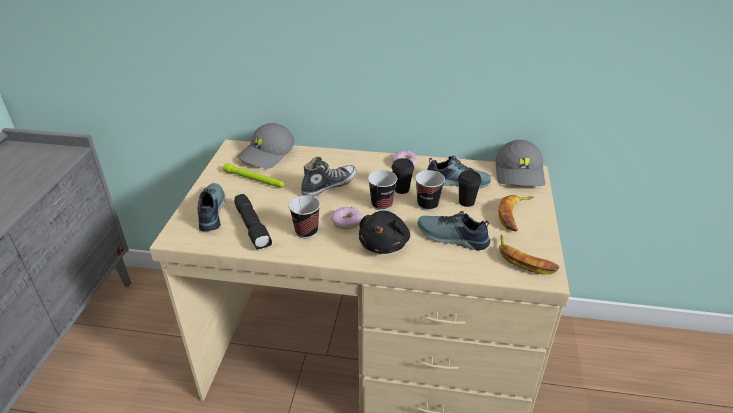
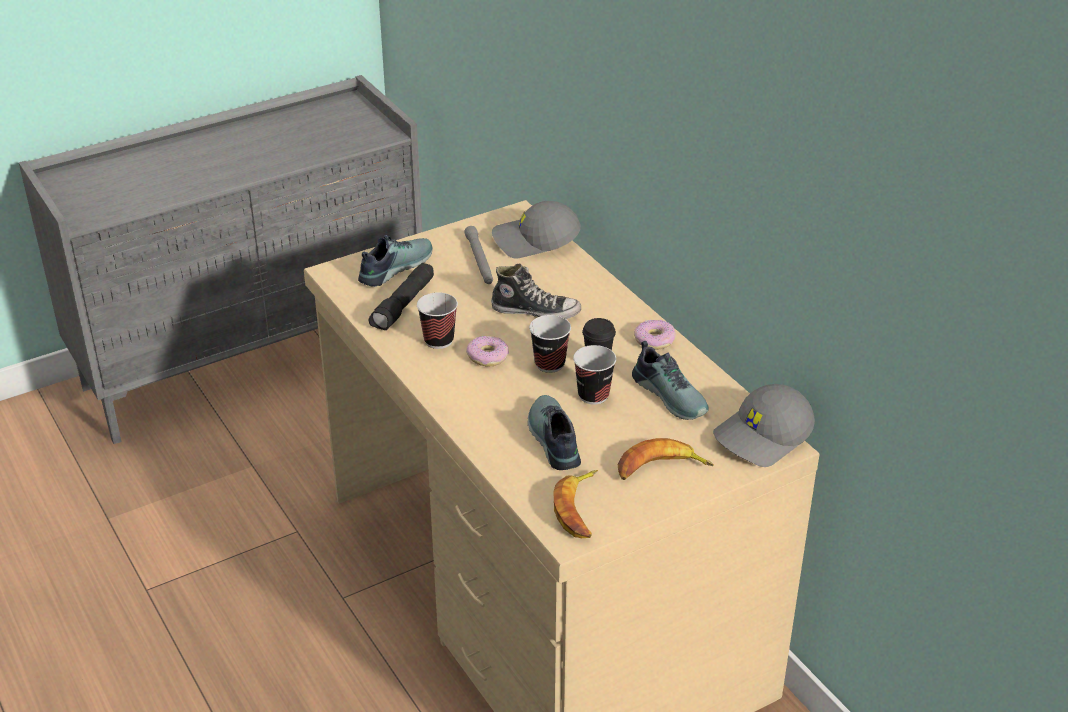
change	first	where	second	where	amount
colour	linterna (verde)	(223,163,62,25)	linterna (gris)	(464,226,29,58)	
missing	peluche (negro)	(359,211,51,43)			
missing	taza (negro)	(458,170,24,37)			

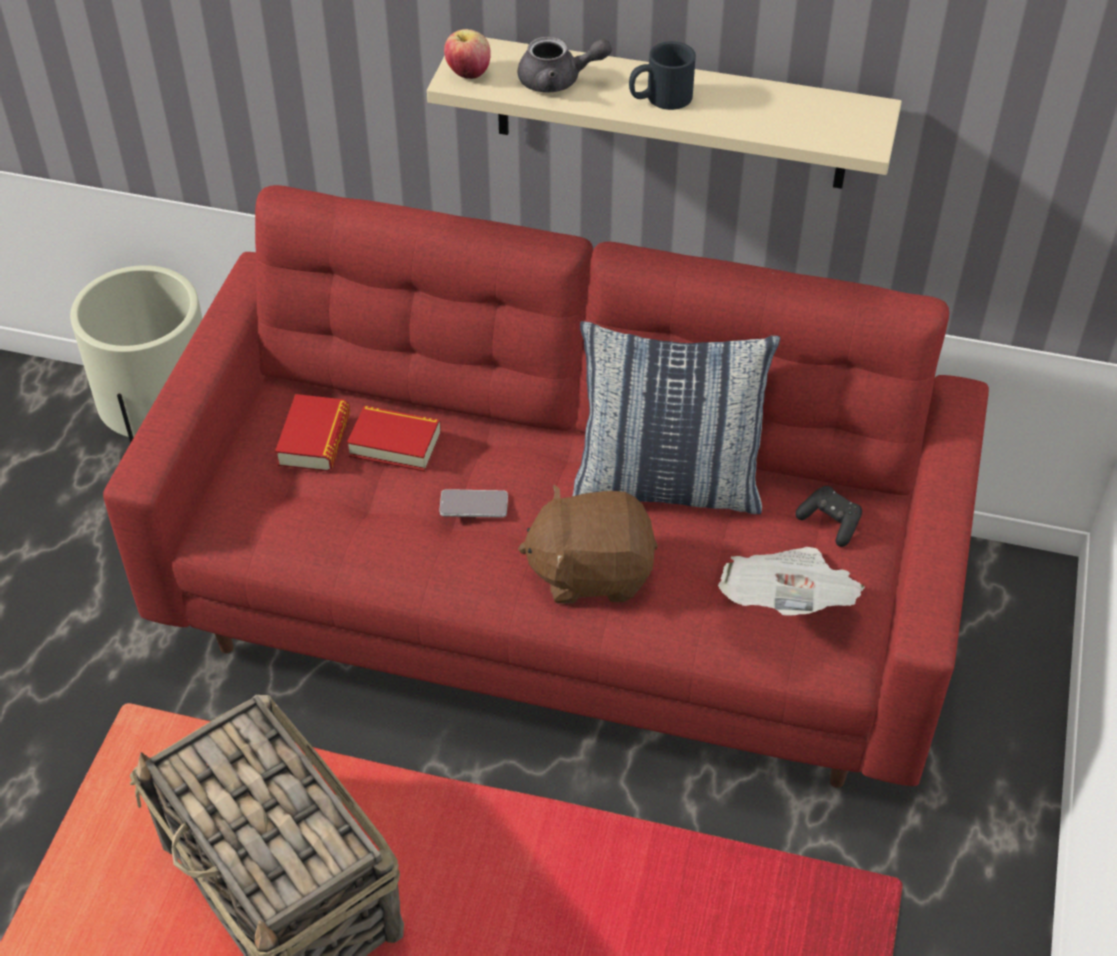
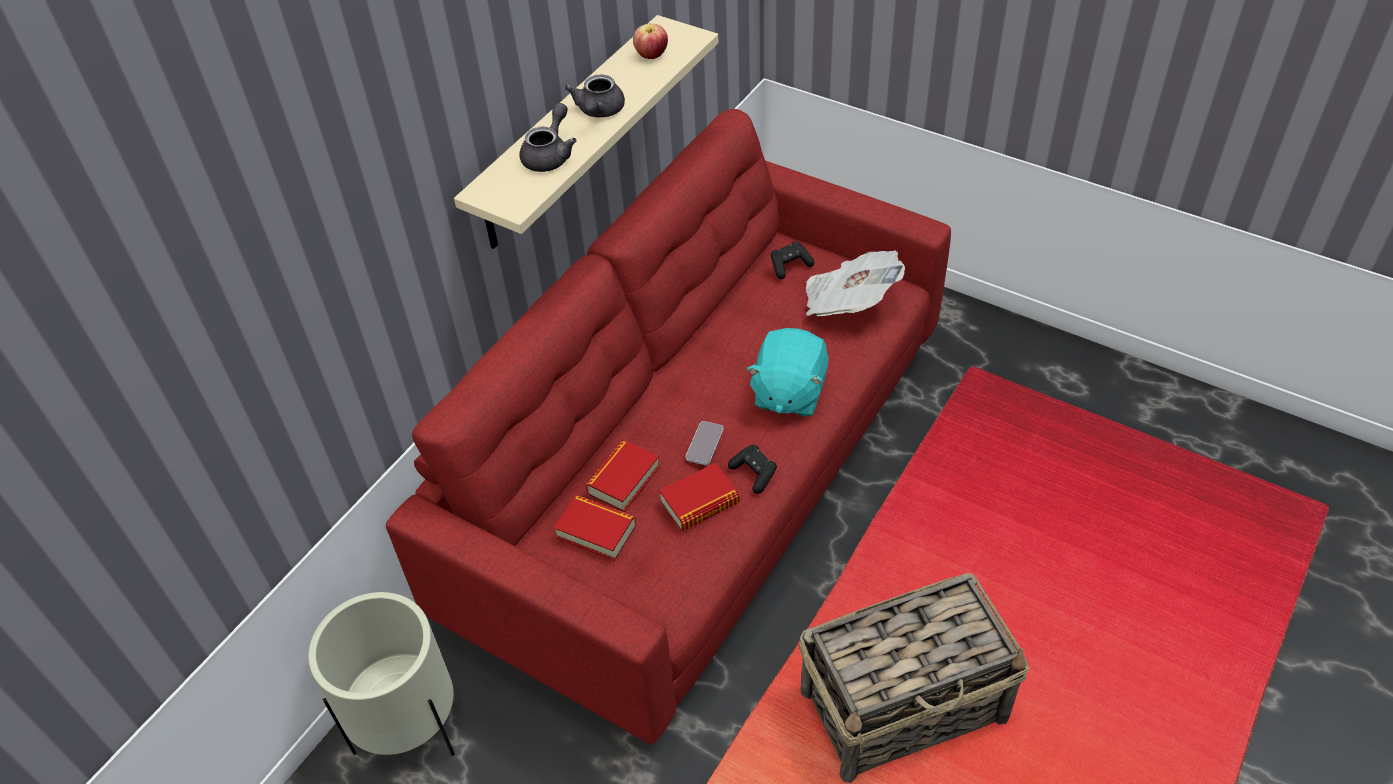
change	first	where	second	where	amount
exchanged	taza grande (negro)	(629,41,67,69)	tetera (gris)	(565,75,60,43)	
relocated	manzana	(444,29,47,50)		(633,23,35,36)	
appeared			libro	(659,463,80,68)	
appeared			mando de consola (negro)	(728,445,49,49)	
colour	peluche (marrón)	(518,484,140,119)	peluche (turquesa)	(746,328,83,89)	
missing	cojín	(573,321,207,193)			

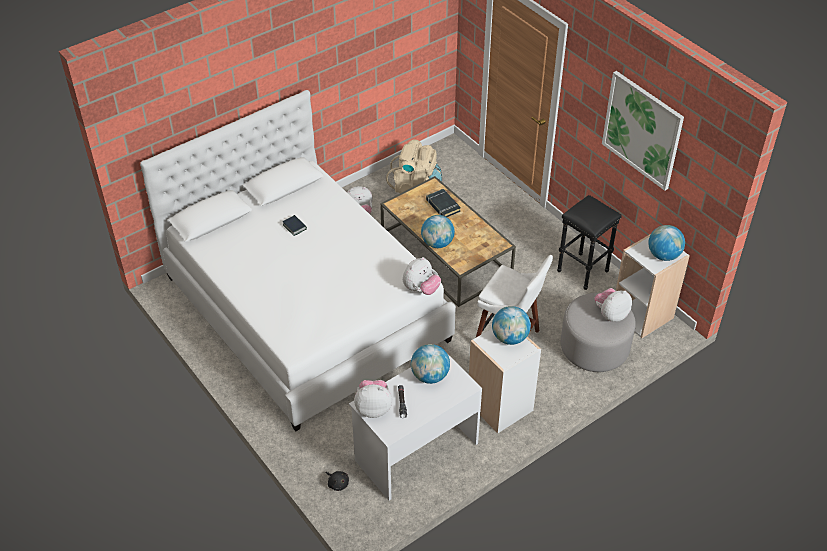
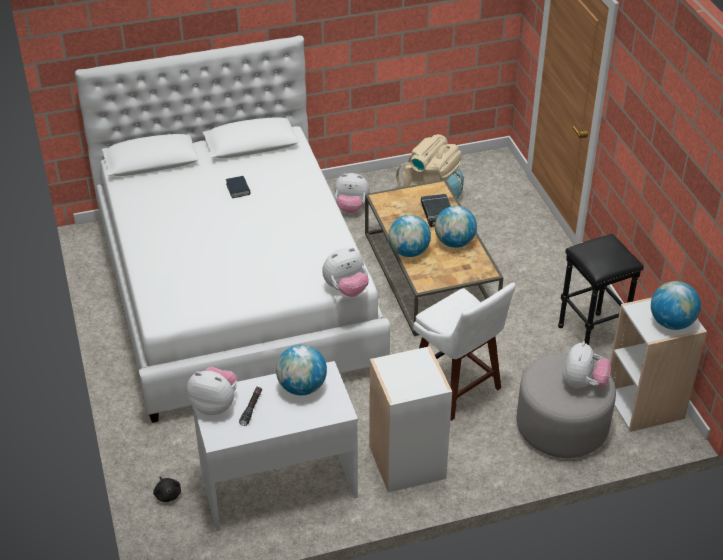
change	first	where	second	where	amount
relocated	globo terráqueo	(492,306,39,39)		(435,206,42,42)	
spun	peluche	(594,288,38,34)		(562,341,49,48)	120 degrees clockwise
missing	cuadro	(602,71,82,120)			

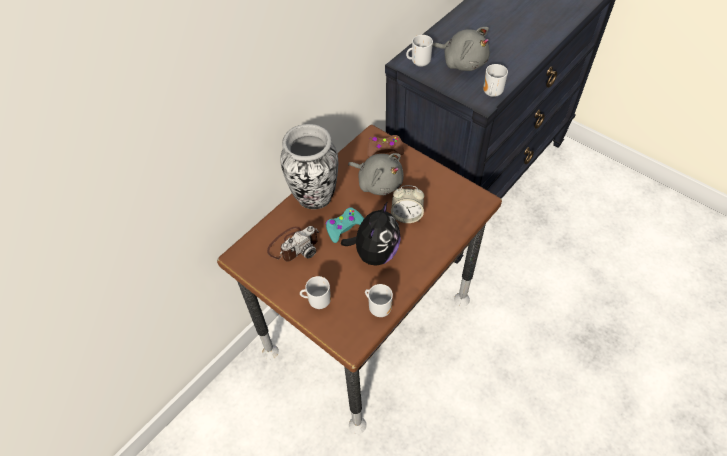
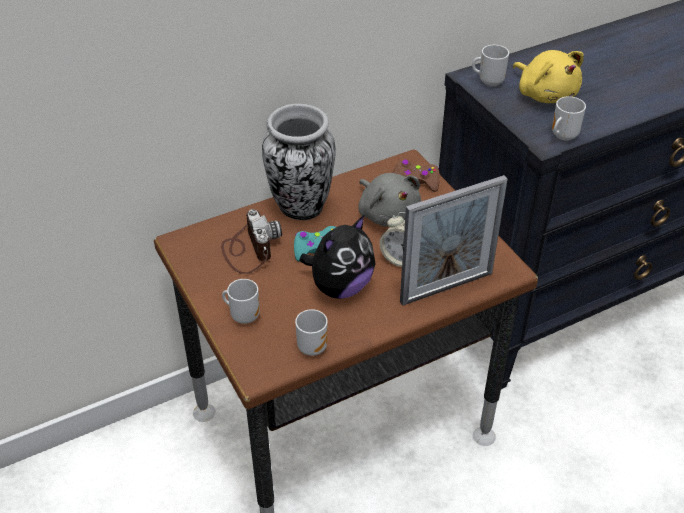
change	first	where	second	where	amount
spun	cámara	(267,226,52,35)		(221,209,61,65)	90 degrees counterclockwise
appeared			portarretratos	(400,175,107,131)	
colour	peluche (gris)	(432,27,58,44)	peluche (amarillo)	(513,50,71,53)	

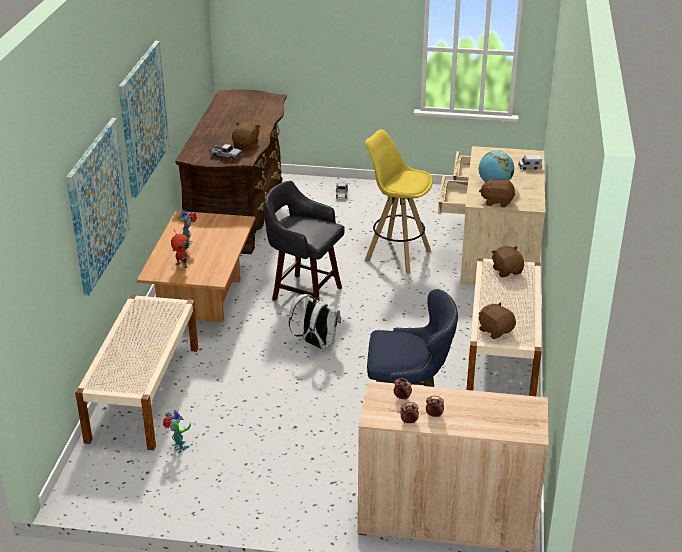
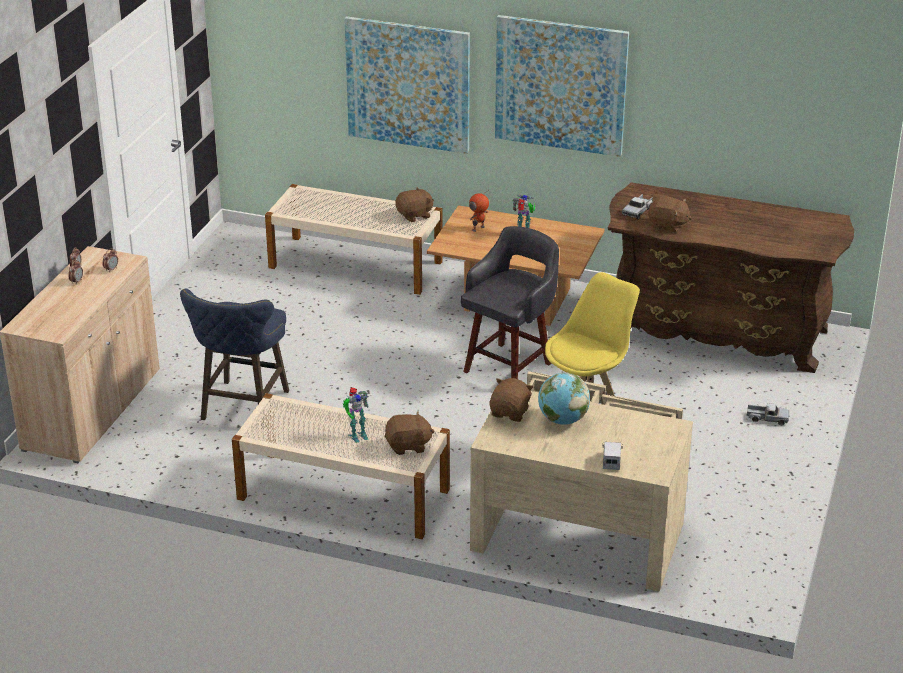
change	first	where	second	where	amount
relocated	robot de juguete	(163,410,28,43)		(343,387,26,56)	
relocated	peluche (marrón)	(478,302,38,37)		(395,187,39,35)	
missing	mochila (blanco)	(289,294,52,56)			

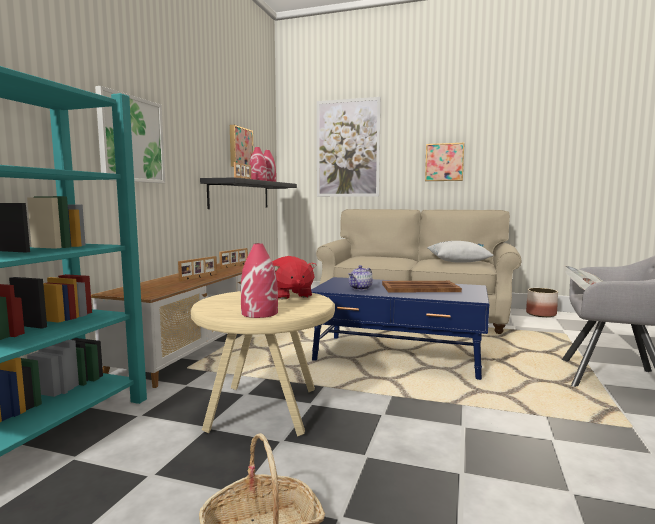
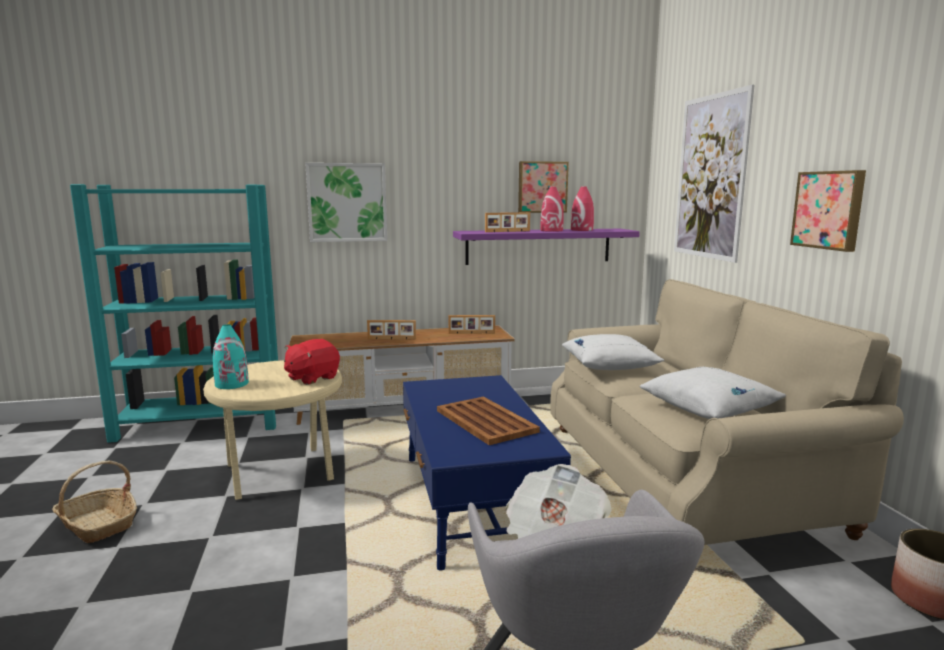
change	first	where	second	where	amount
colour	florero (rojo)	(241,243,37,75)	florero (turquesa)	(213,324,36,65)	
colour	estante (negro)	(200,177,97,32)	estante (morado)	(453,229,187,36)	
appeared			cojín (gris)	(562,334,102,36)	
missing	tetera	(349,265,24,25)			

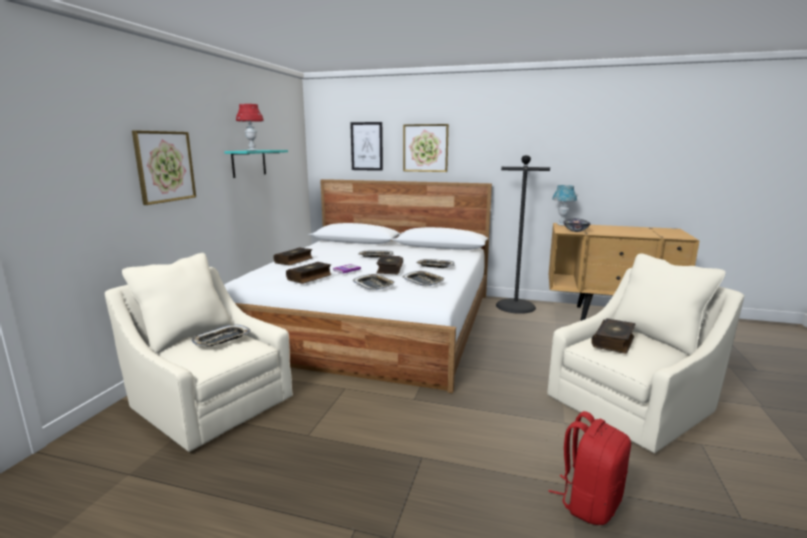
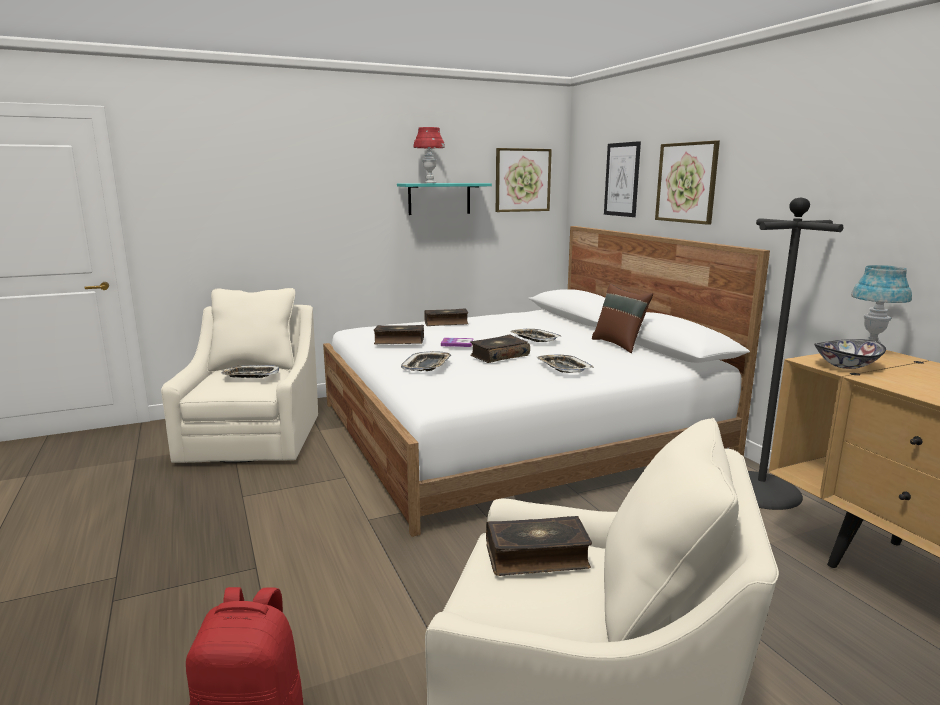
change	first	where	second	where	amount
relocated	cuadro	(132,130,64,75)		(496,148,56,64)	
appeared			cojín (marrón)	(592,284,61,69)	
missing	bandeja	(403,271,42,15)			

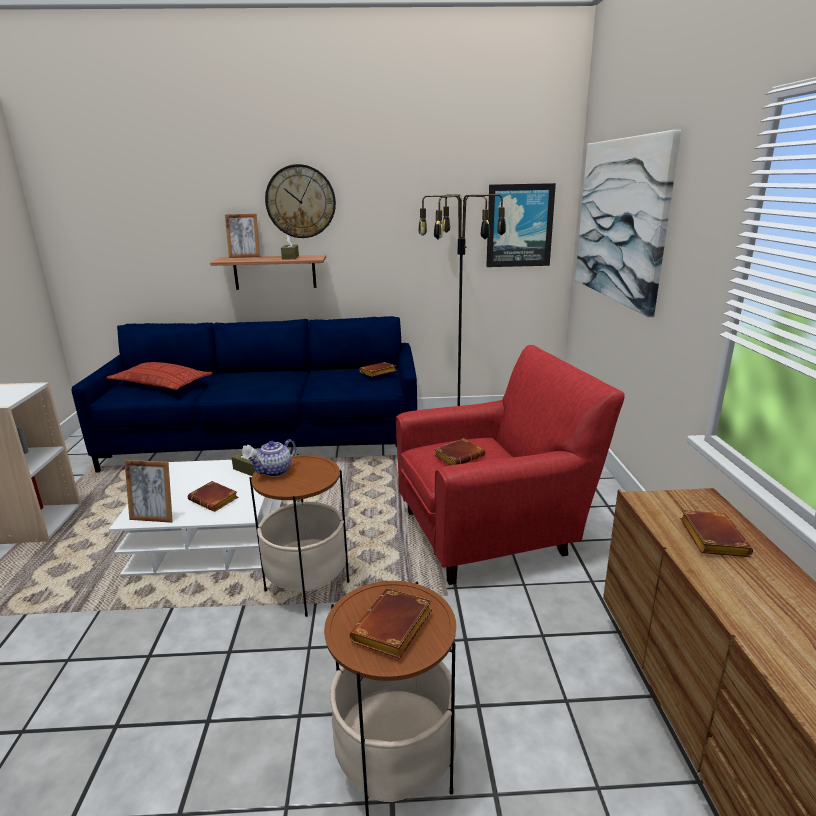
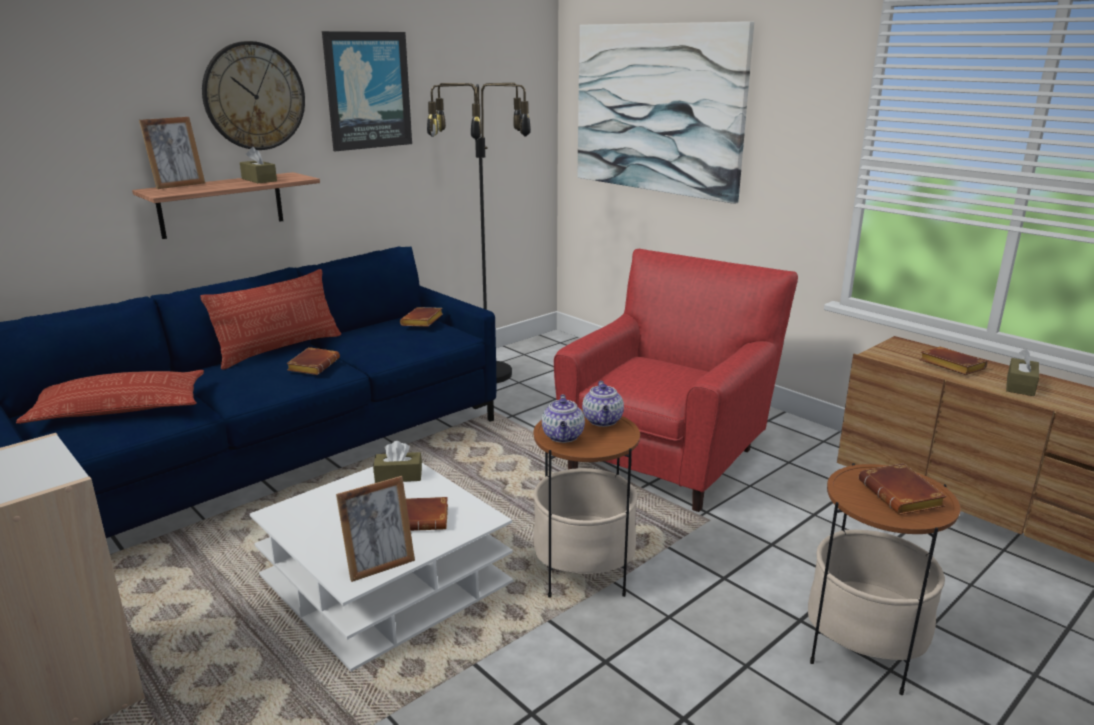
change	first	where	second	where	amount
appeared			cojín	(200,269,141,101)	
relocated	libro (marrón)	(434,438,51,27)		(286,347,54,28)	
relocated	cuadro	(486,183,70,84)		(322,31,90,120)	
appeared			tetera	(582,381,42,46)	
appeared			caja de pañuelos (marrón)	(1006,348,33,48)	

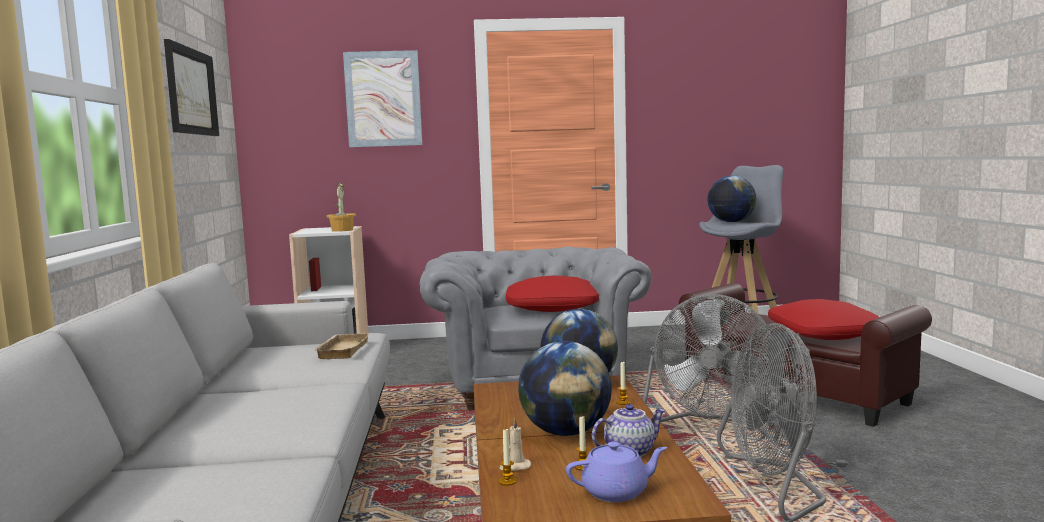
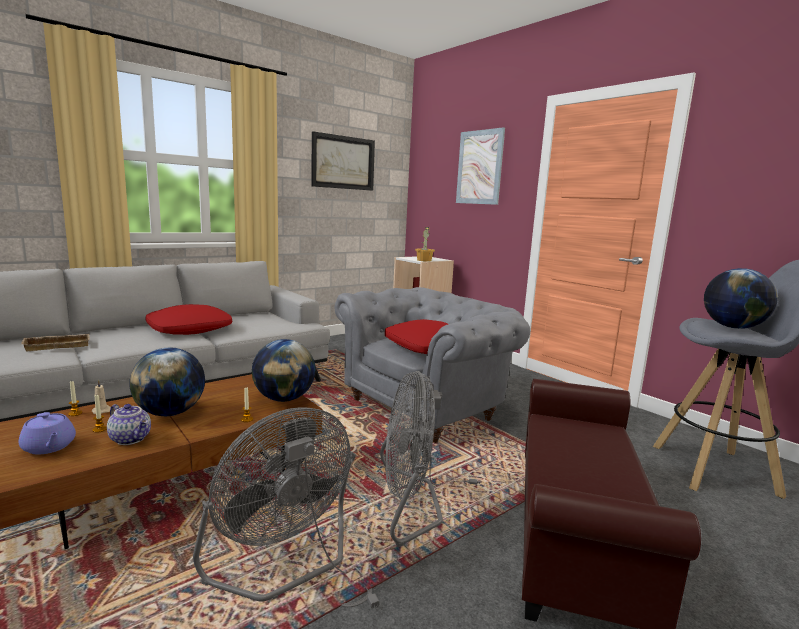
change	first	where	second	where	amount
relocated	bandeja (beis)	(313,333,56,26)		(21,334,69,17)	
relocated	cojín (rojo)	(768,299,111,41)		(145,304,87,31)	

